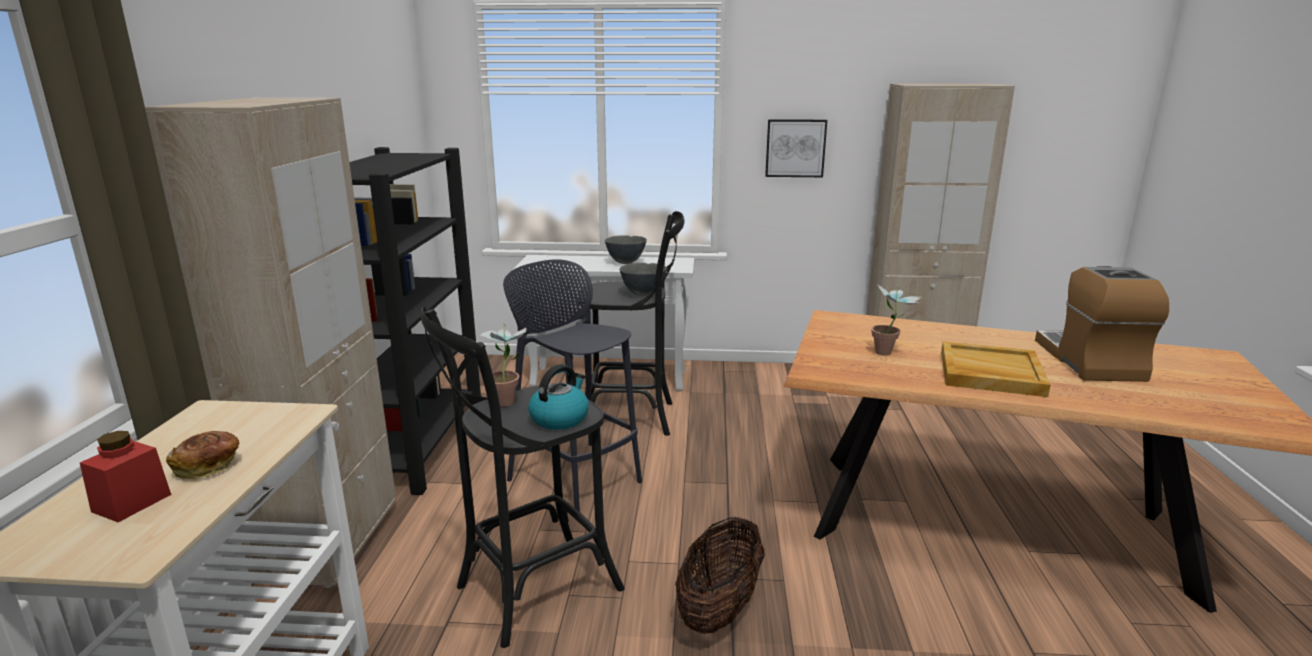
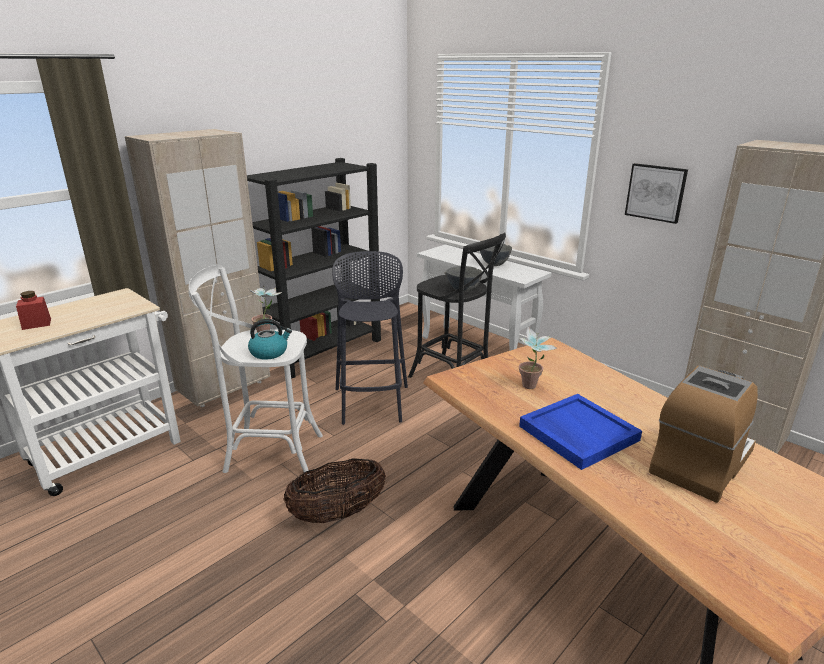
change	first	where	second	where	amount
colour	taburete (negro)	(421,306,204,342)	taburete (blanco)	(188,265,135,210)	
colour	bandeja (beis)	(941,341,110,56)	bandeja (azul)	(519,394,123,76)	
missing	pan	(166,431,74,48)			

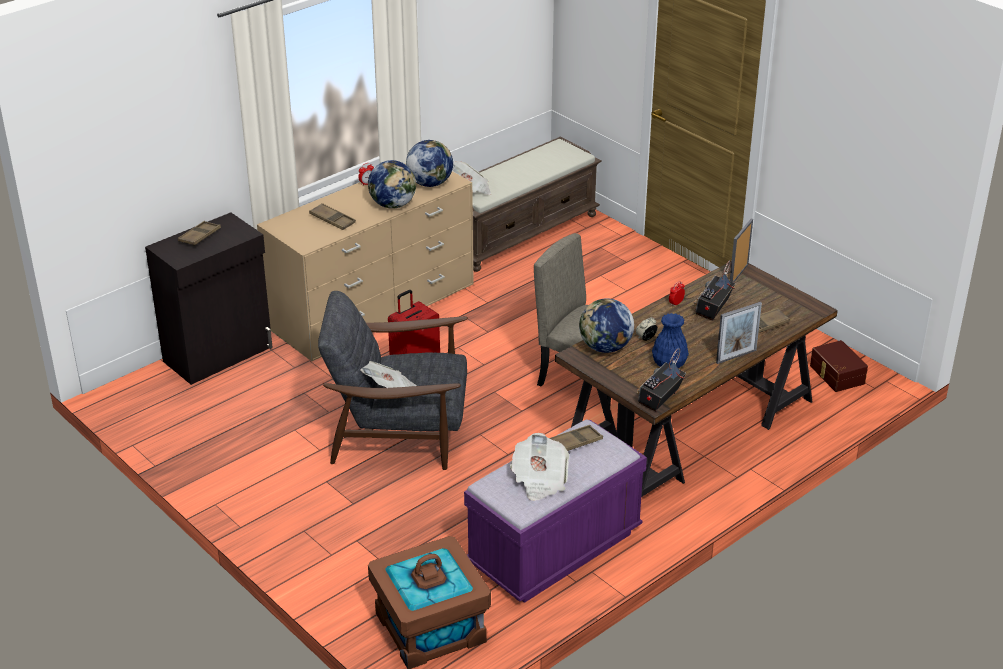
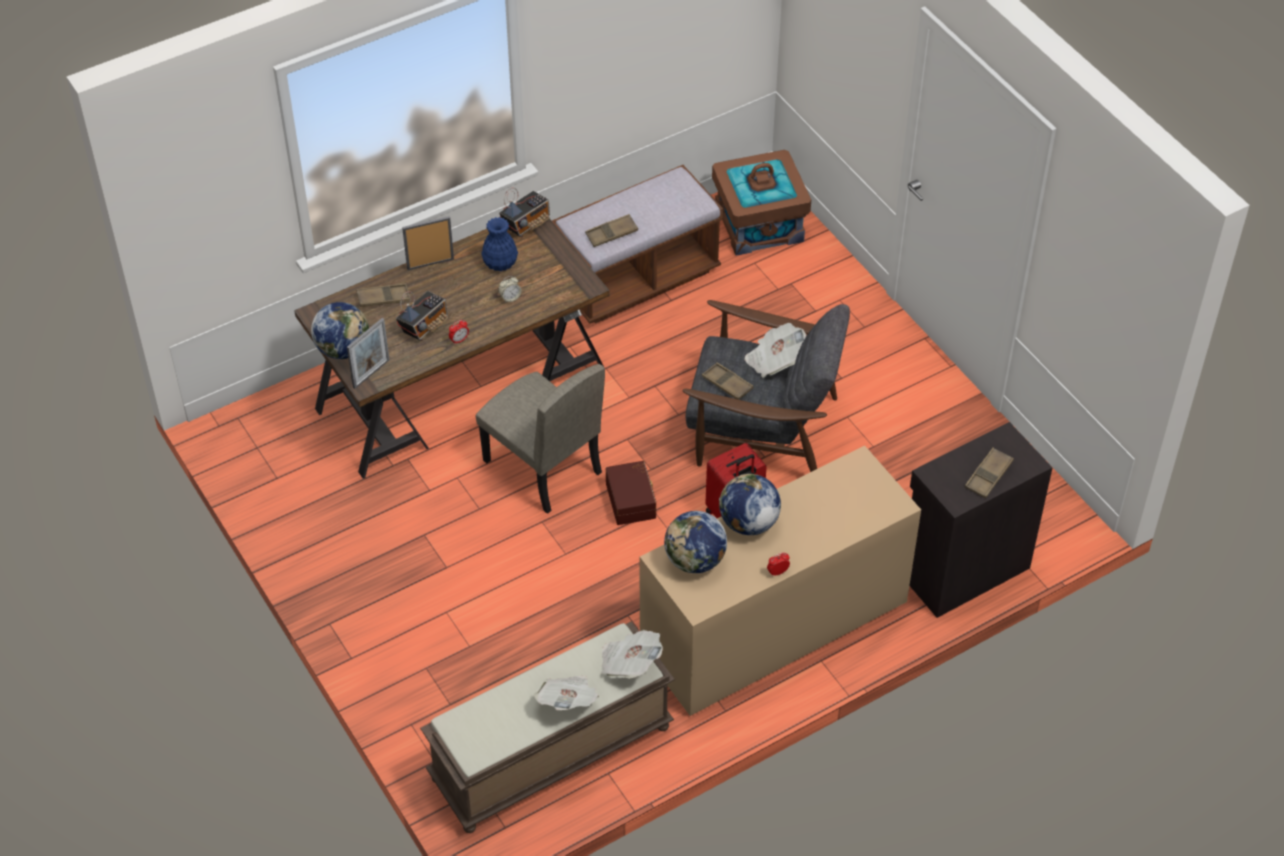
change	first	where	second	where	amount
relocated	globo terráqueo	(579,298,55,55)		(311,302,58,57)	
relocated	periódico	(510,433,59,68)		(534,675,65,35)	
colour	banco (morado)	(464,420,183,183)	banco (marrón)	(552,165,171,159)	
relocated	caja de almacenaje (marrón)	(810,340,58,52)		(606,461,50,64)	
relocated	bandeja (marrón)	(309,203,47,27)		(702,362,51,38)	

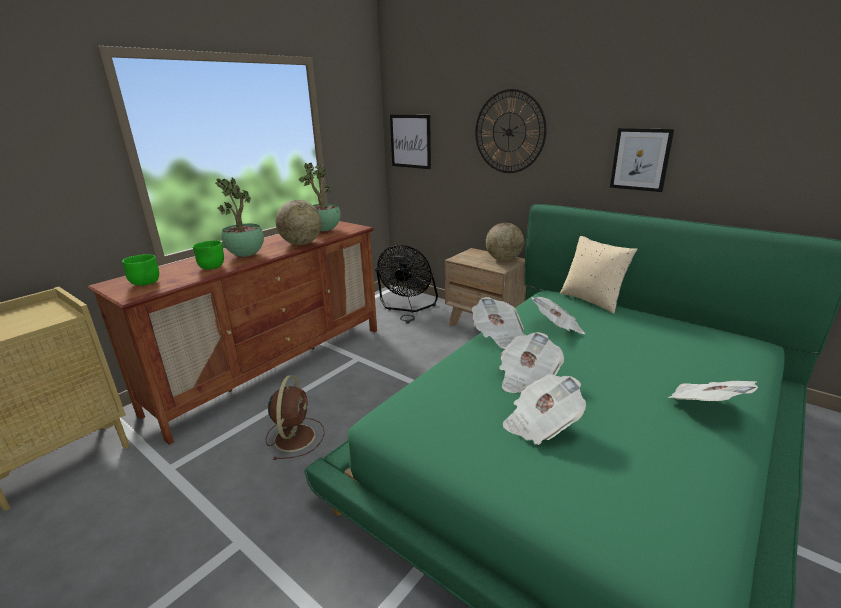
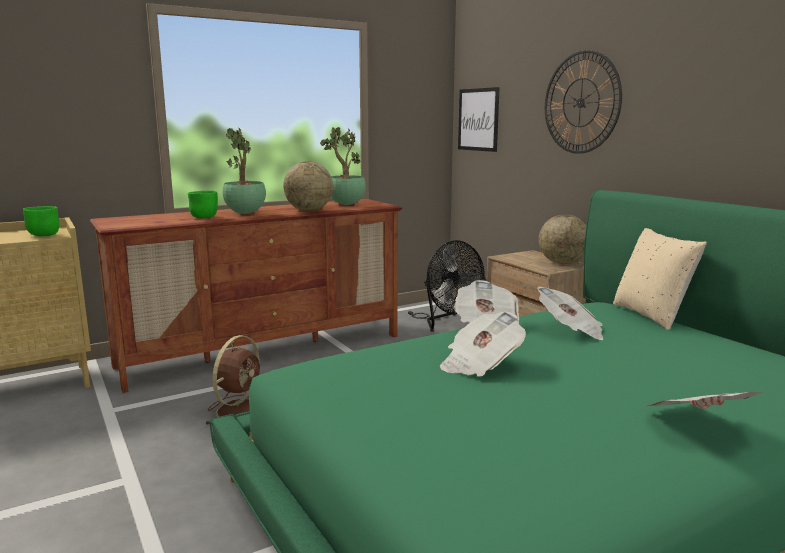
change	first	where	second	where	amount
relocated	cuenco (verde)	(122,254,37,32)		(23,206,37,30)	
spun	ventilador (negro)	(375,245,63,79)		(408,240,78,92)	105 degrees clockwise
missing	periódico	(503,374,83,71)			
missing	cuadro	(610,128,64,64)			

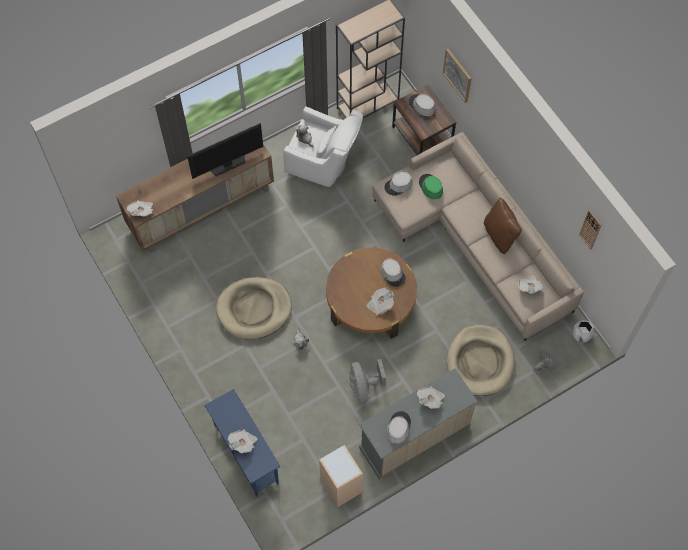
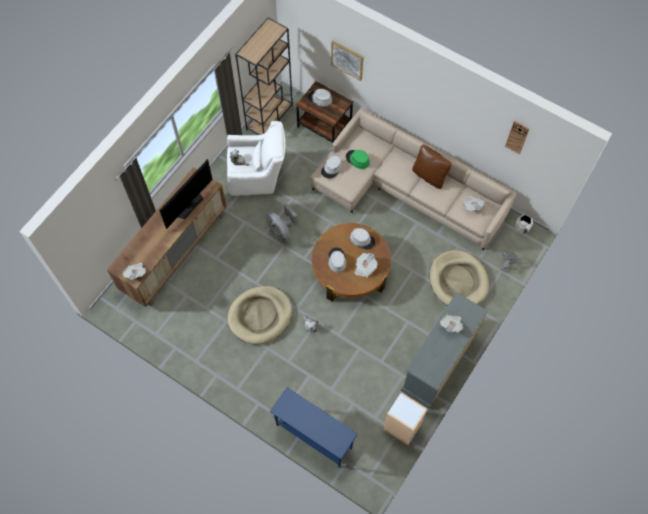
change	first	where	second	where	amount
relocated	ventilador (gris)	(350,359,36,45)		(266,203,31,40)	
relocated	sombrero (gris)	(386,411,25,33)		(328,247,19,26)	
missing	periódico	(228,429,30,24)			

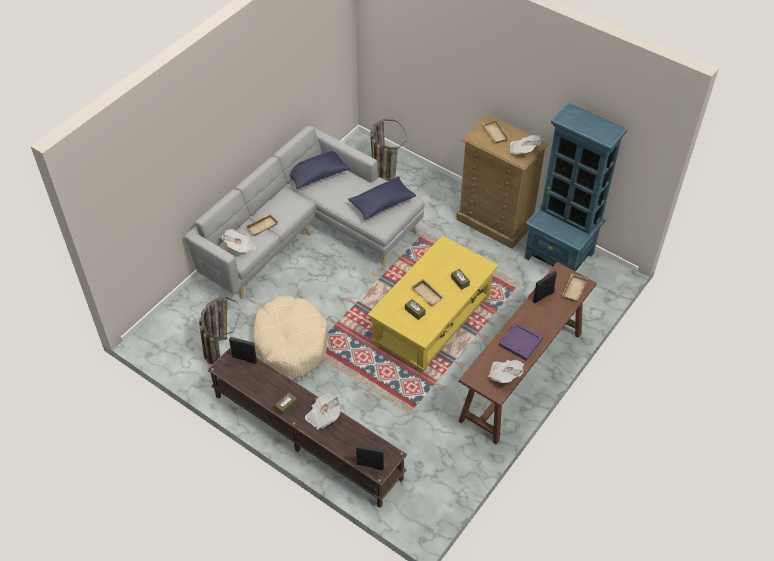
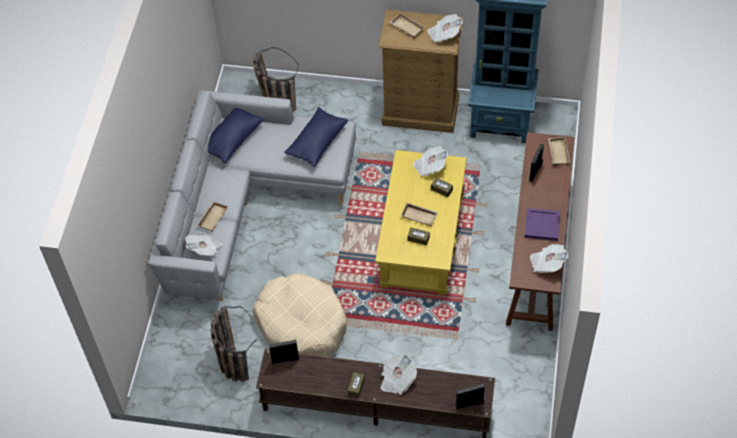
change	first	where	second	where	amount
appeared			periódico	(413,146,35,31)	

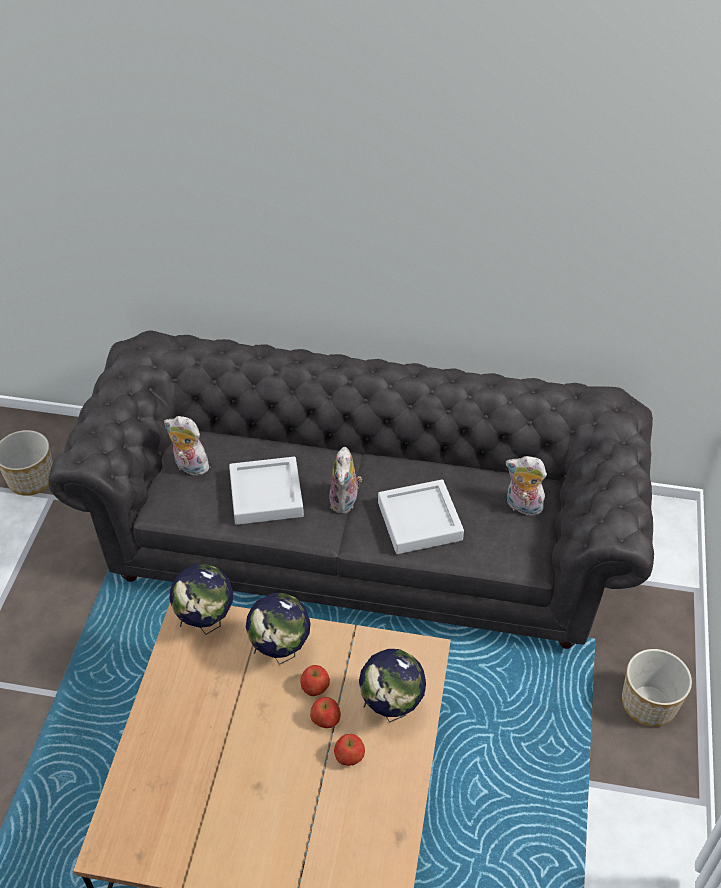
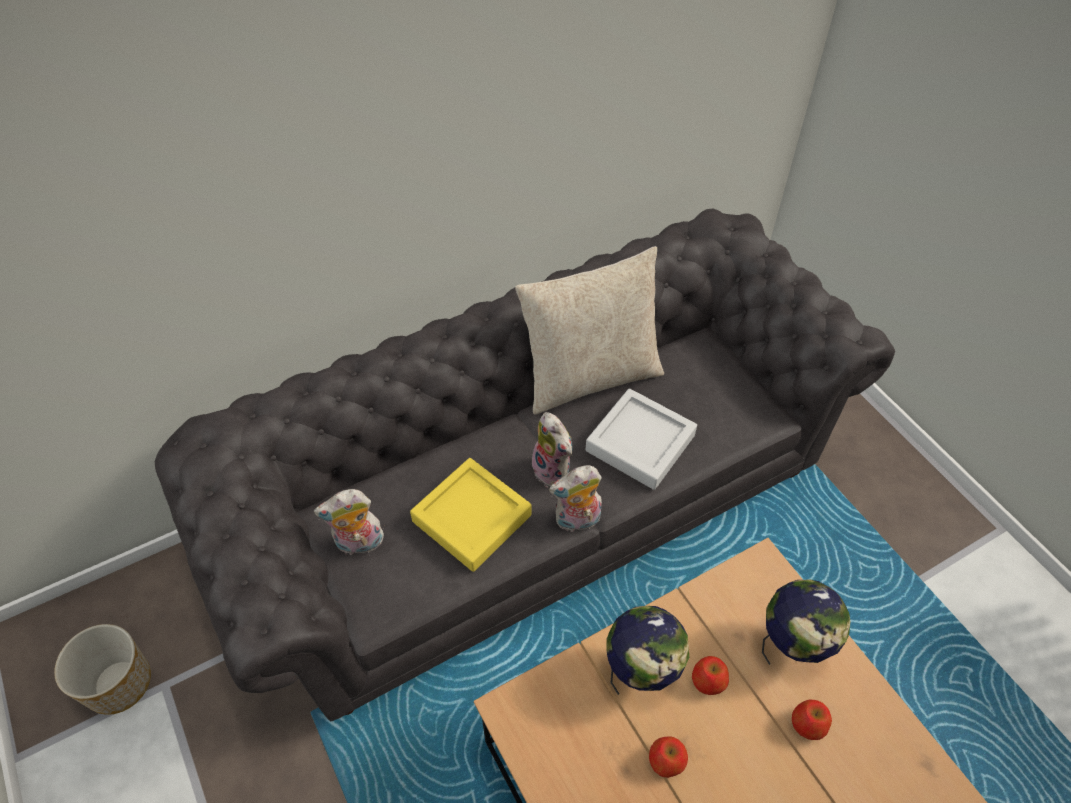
change	first	where	second	where	amount
colour	bandeja (gris)	(229,457,75,68)	bandeja (amarillo)	(410,458,122,114)	
appeared			cojín (beis)	(515,246,149,169)	
relocated	peluche	(506,456,41,60)		(549,465,53,67)	
relocated	manzana	(310,697,31,31)		(649,737,39,41)	
missing	globo terráqueo	(169,564,64,71)			
missing	maceta	(622,649,70,78)			

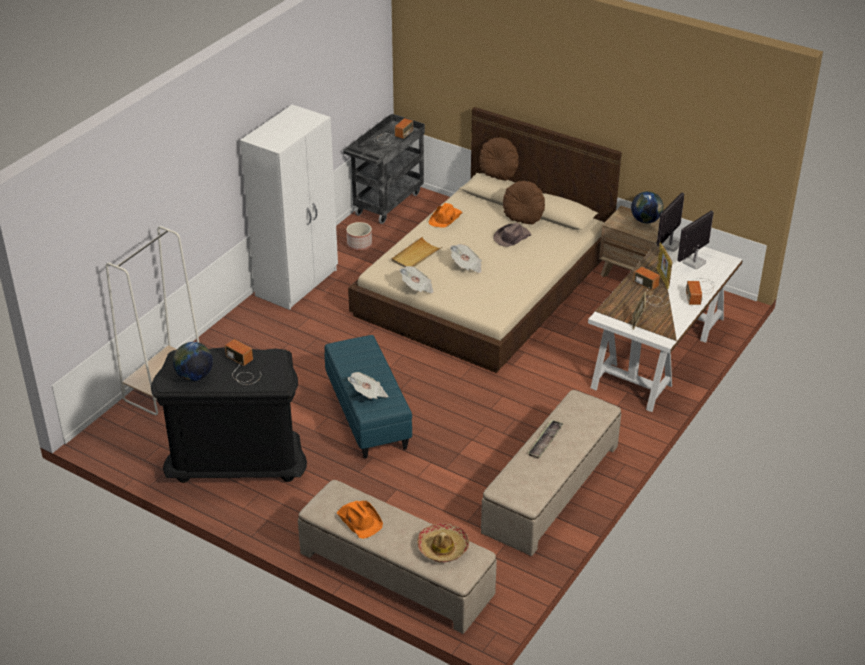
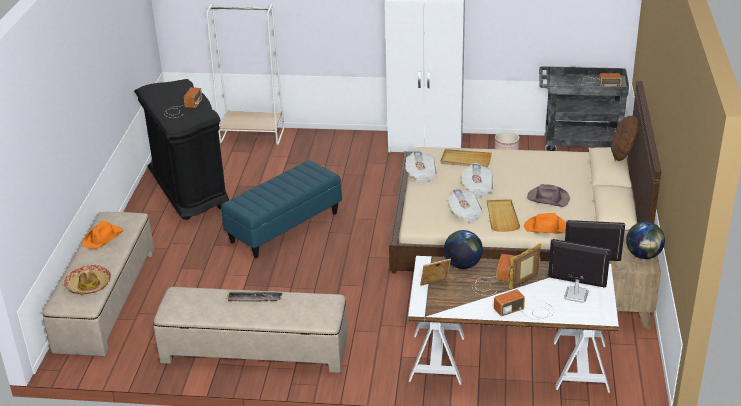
change	first	where	second	where	amount
relocated	globo terráqueo	(173,342,40,39)		(444,230,39,39)	
relocated	periódico	(348,372,40,27)		(448,188,36,36)	
appeared			bandeja (beis)	(487,199,33,33)	
relocated	sombrero (naranja)	(429,203,34,25)		(524,213,42,21)	
missing	cojín (marrón)	(503,181,42,44)			

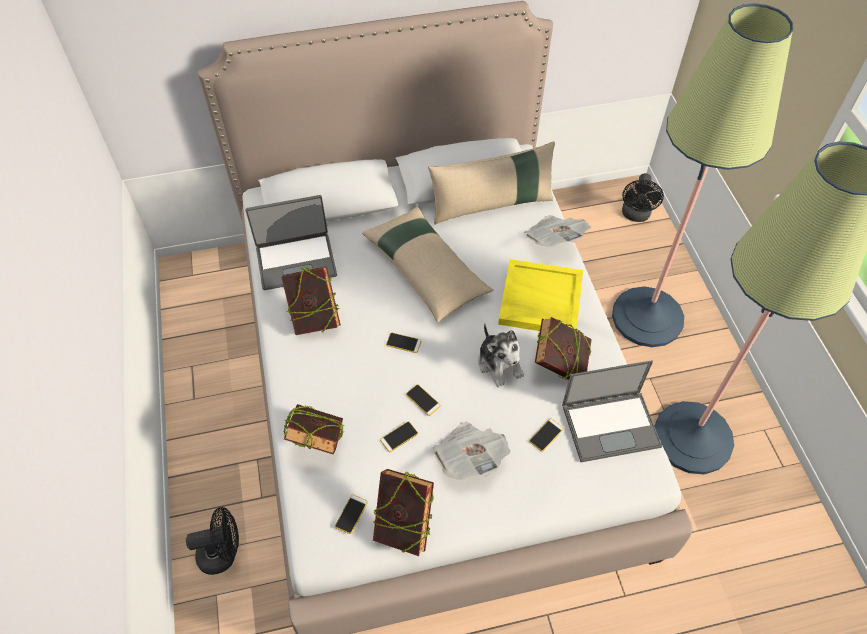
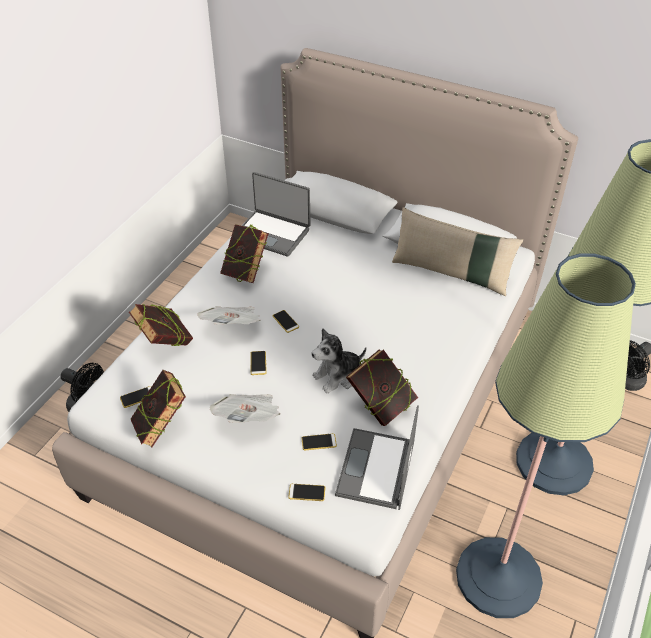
change	first	where	second	where	amount
relocated	periódico	(524,215,67,32)		(198,306,63,18)	
relocated	móvil	(380,421,38,31)		(288,484,37,17)	
spun	peluche	(478,324,46,63)		(312,328,55,65)	45 degrees clockwise
spun	portátil	(562,360,100,102)		(335,405,84,105)	75 degrees clockwise
missing	cojín (beis)	(362,206,131,117)			
missing	bandeja (amarillo)	(498,259,85,72)			

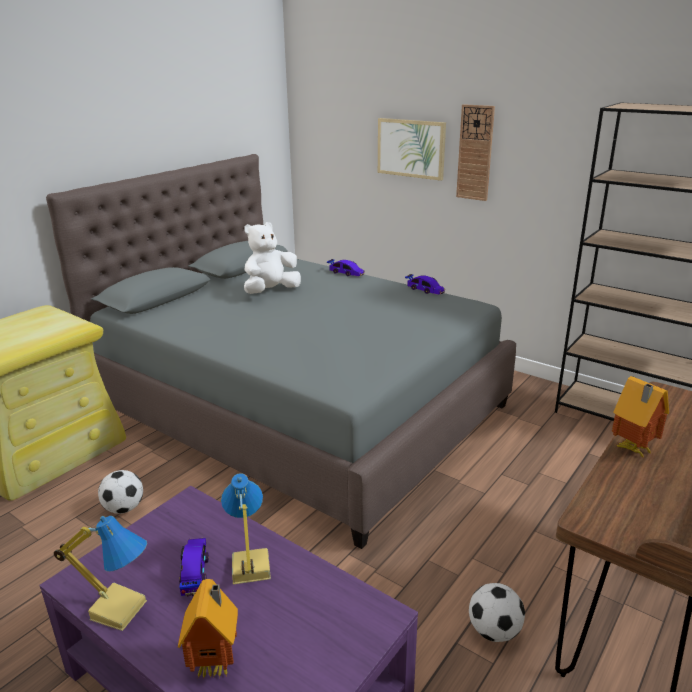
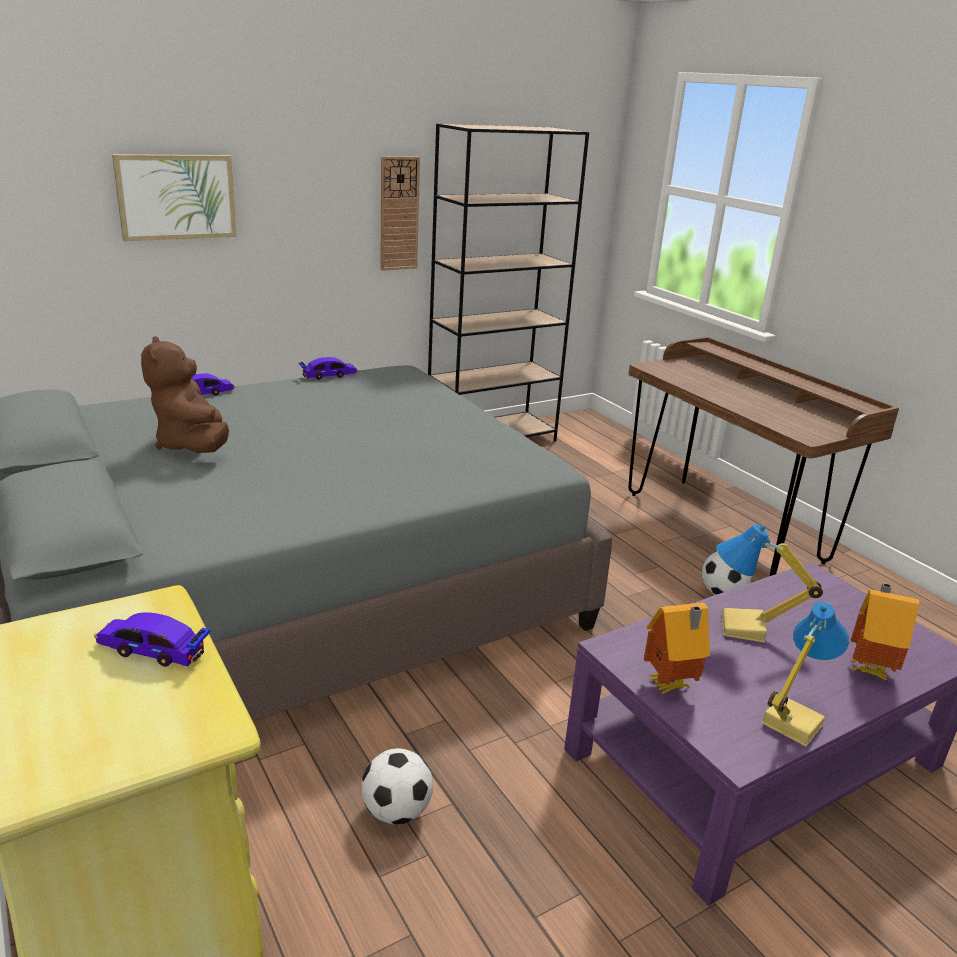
change	first	where	second	where	amount
relocated	coche de juguete	(179,538,30,58)		(94,612,116,55)	
colour	peluche (blanco)	(244,222,57,72)	peluche (marrón)	(141,336,88,117)	
relocated	reloj de pared	(456,104,39,97)		(380,156,40,115)	
relocated	casita	(612,376,57,82)		(644,603,66,91)	

